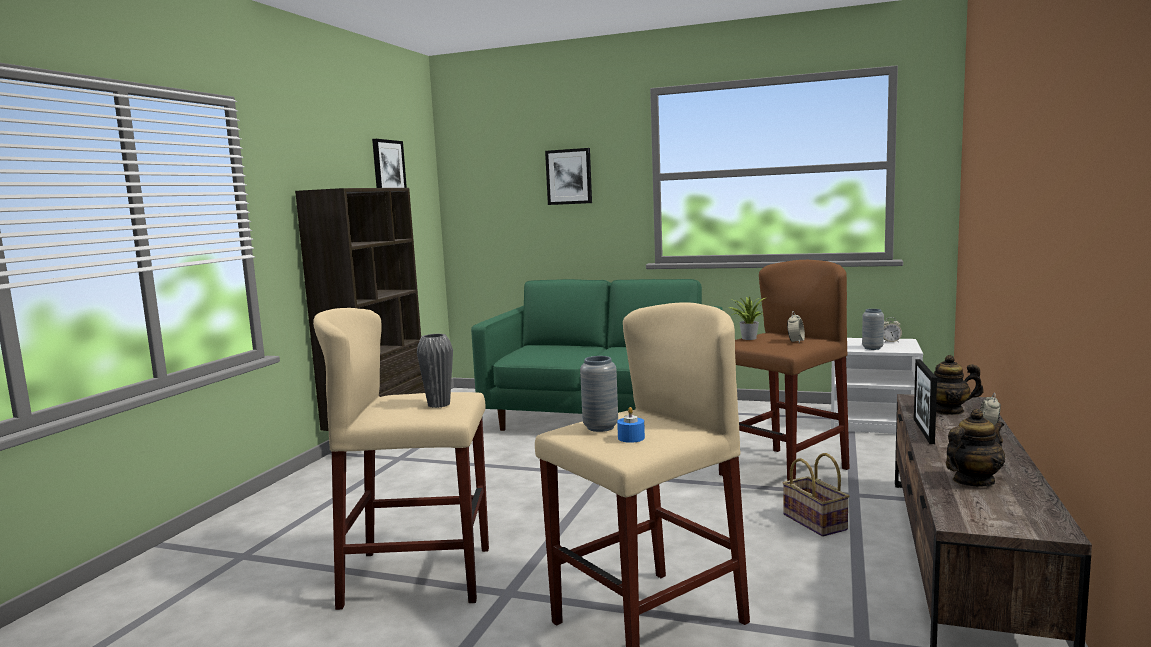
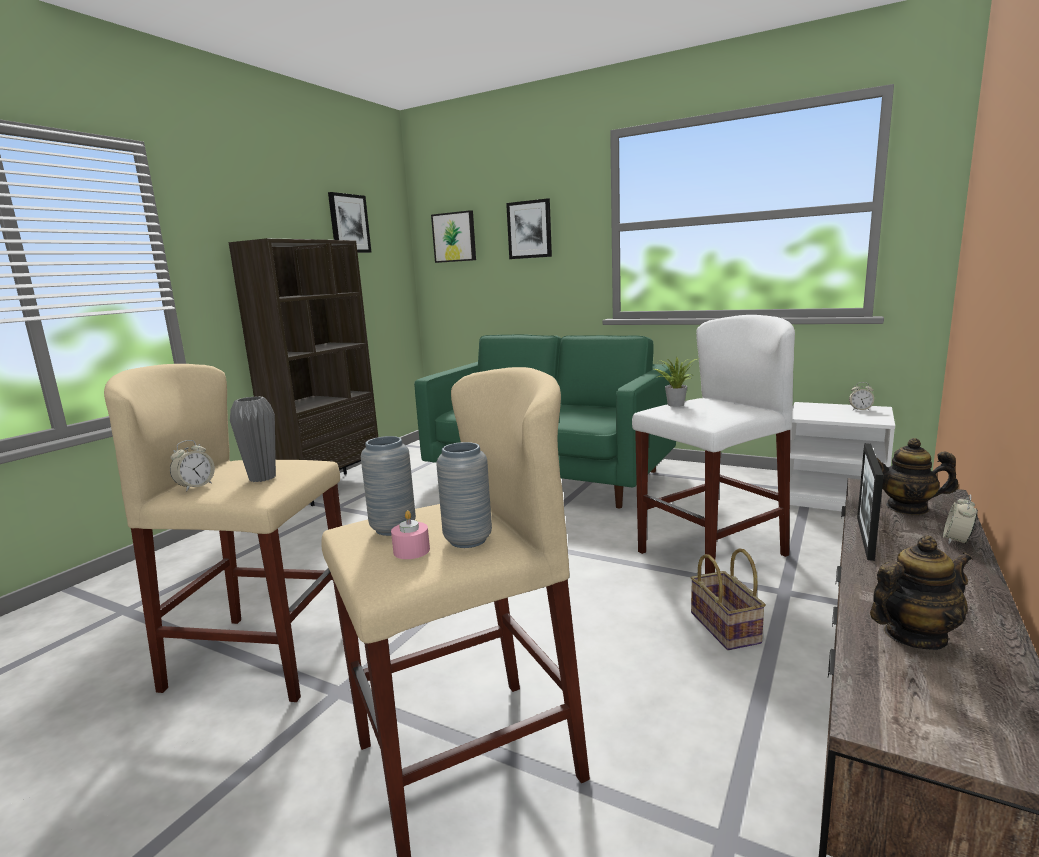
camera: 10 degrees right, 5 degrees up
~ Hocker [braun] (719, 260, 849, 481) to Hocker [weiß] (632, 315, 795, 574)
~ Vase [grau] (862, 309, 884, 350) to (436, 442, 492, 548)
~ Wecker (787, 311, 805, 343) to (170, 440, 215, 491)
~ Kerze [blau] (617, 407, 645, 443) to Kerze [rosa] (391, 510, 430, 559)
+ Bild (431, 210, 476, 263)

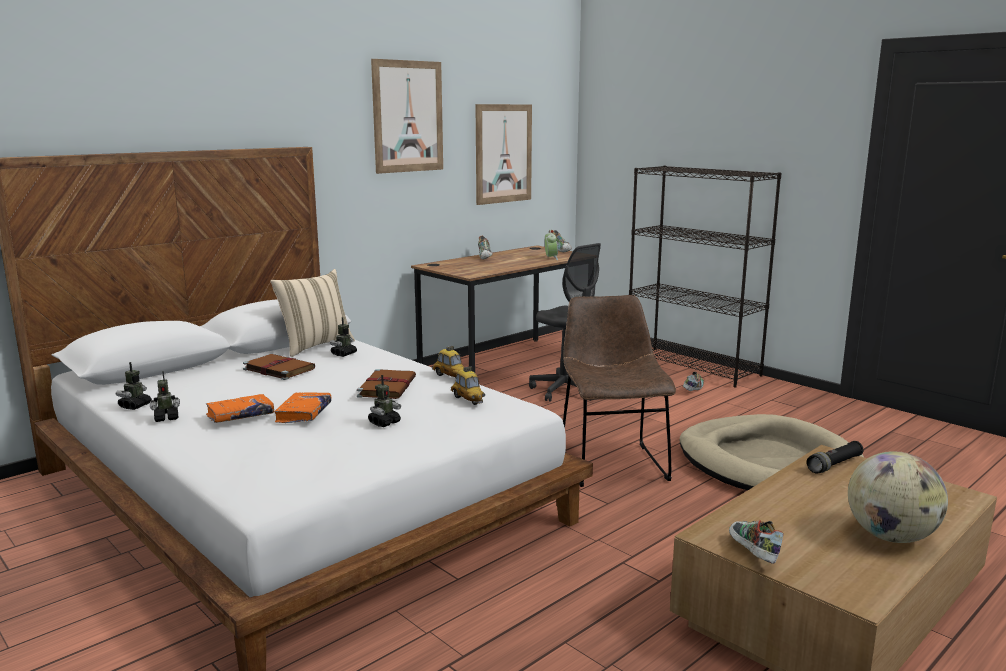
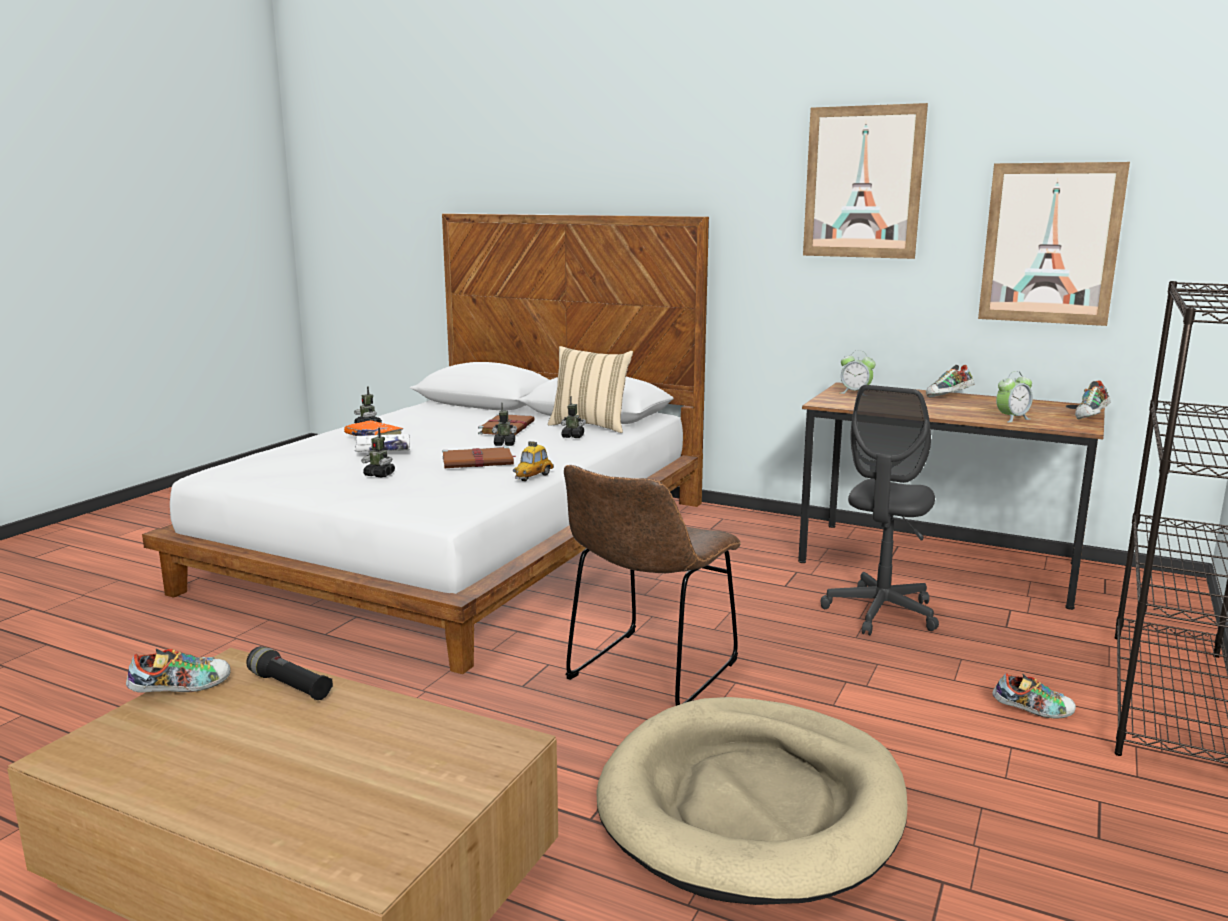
camera: 70 degrees right, 0 degrees up
~ Stuhl [braun] (563, 295, 676, 487) = (564, 465, 741, 706) 150 degrees clockwise
~ Spielzeugroboter (116, 362, 152, 410) to (492, 403, 517, 446)
- Spielzeugauto (451, 366, 485, 405)
~ Buch [orange] (274, 392, 332, 423) to Buch [weiß] (355, 434, 410, 452)
~ Taschenlampe [schwarz] (807, 441, 864, 474) to (246, 646, 333, 700)
- Globus (848, 451, 948, 543)
+ Wecker (841, 351, 876, 394)

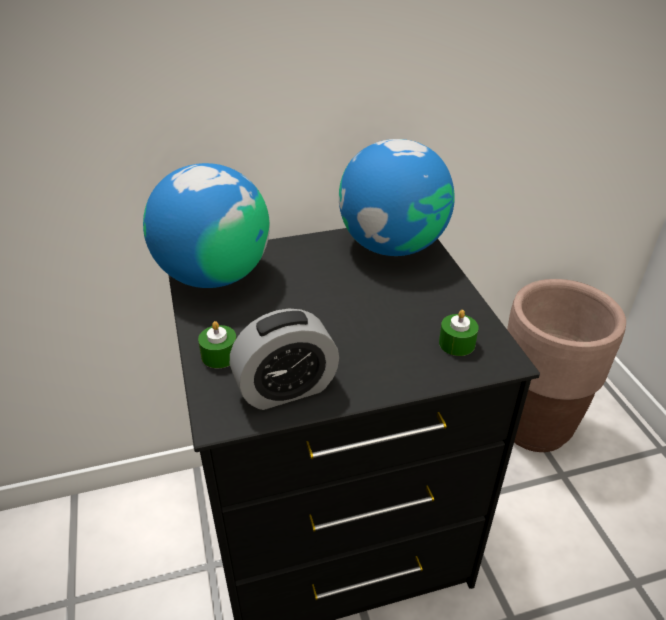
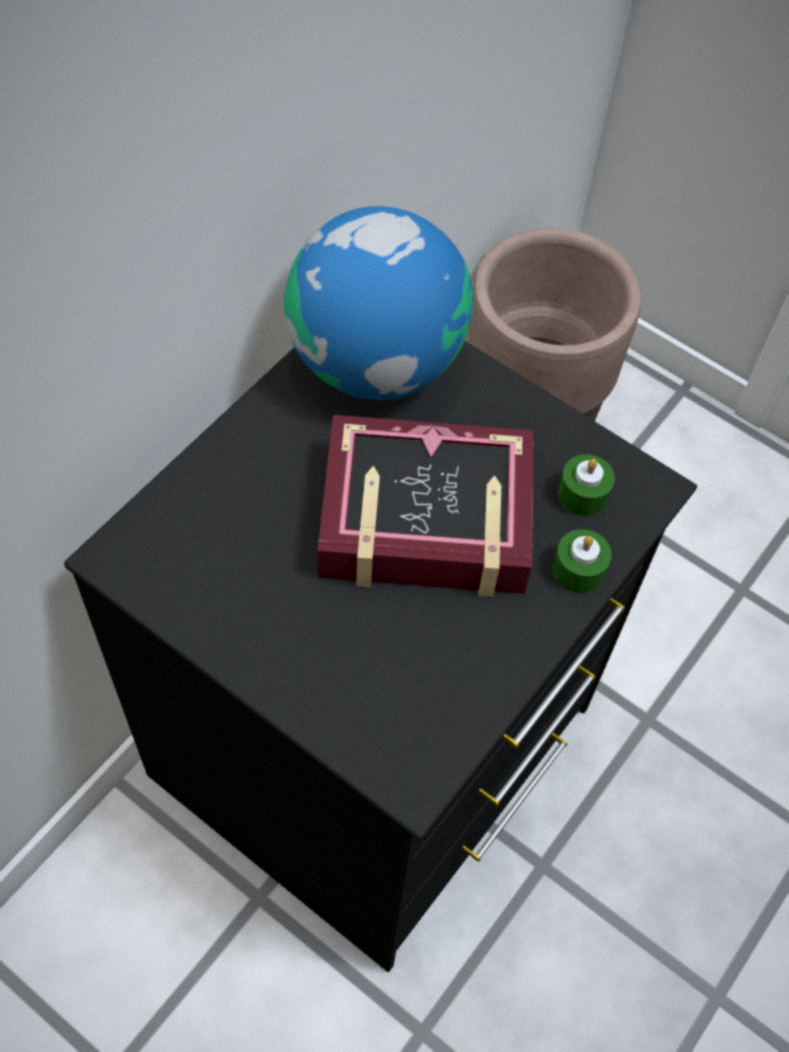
camera: 40 degrees left, 20 degrees up
- Globus (143, 163, 270, 288)
- Wecker (230, 309, 339, 410)
~ Kerze [grün] (198, 321, 236, 368) to (552, 529, 612, 593)
+ Buch (318, 415, 534, 597)

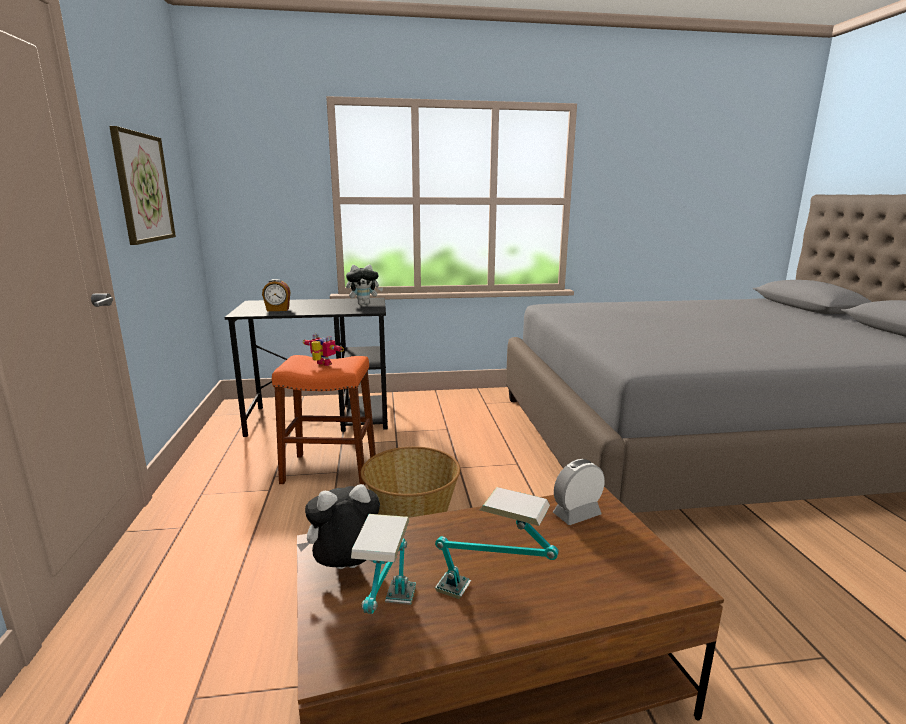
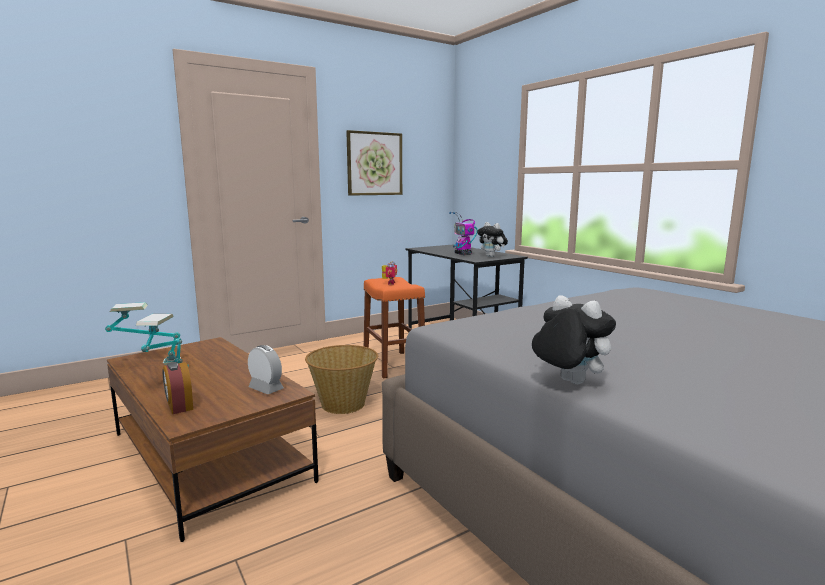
camera: 65 degrees right, 5 degrees down
~ Wecker (262, 279, 290, 311) to (162, 362, 193, 414)
~ Plüschtier (297, 484, 380, 569) to (532, 295, 616, 384)
+ Spielzeugroboter (449, 212, 478, 255)

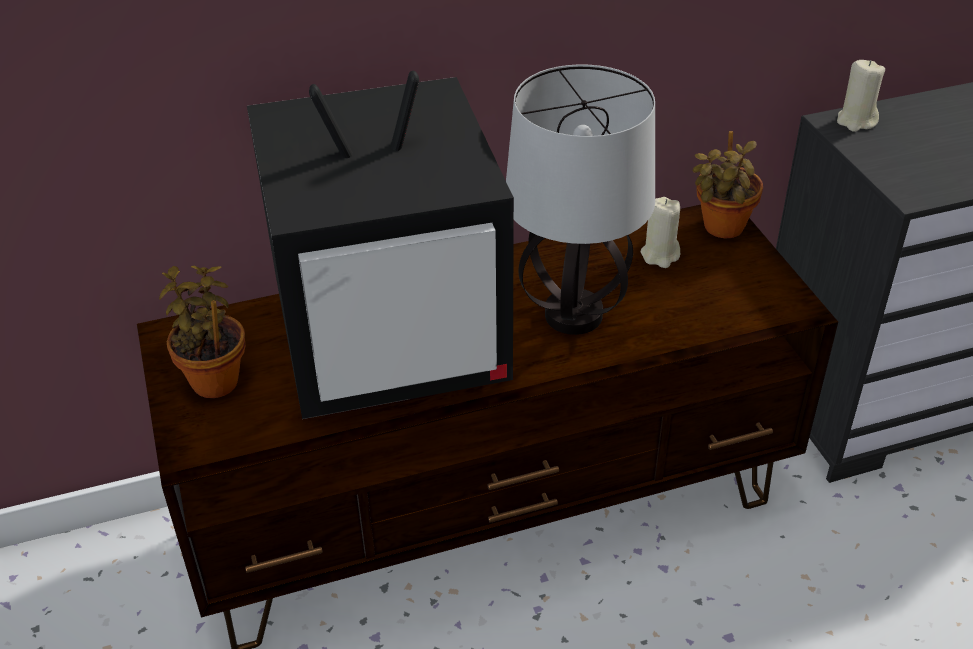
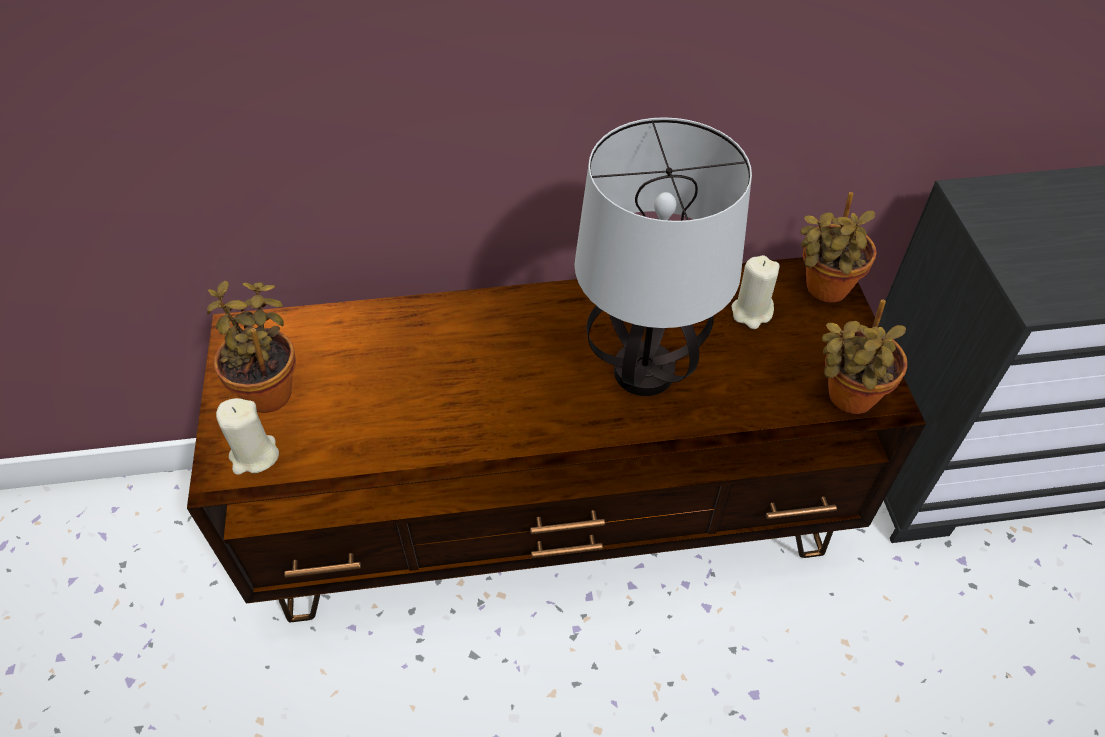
camera: 10 degrees right, 10 degrees up
~ Kerze [beige] (837, 60, 885, 132) to (216, 398, 279, 475)
- Fernseher (247, 71, 514, 419)
+ Topfpflanze (822, 299, 907, 414)

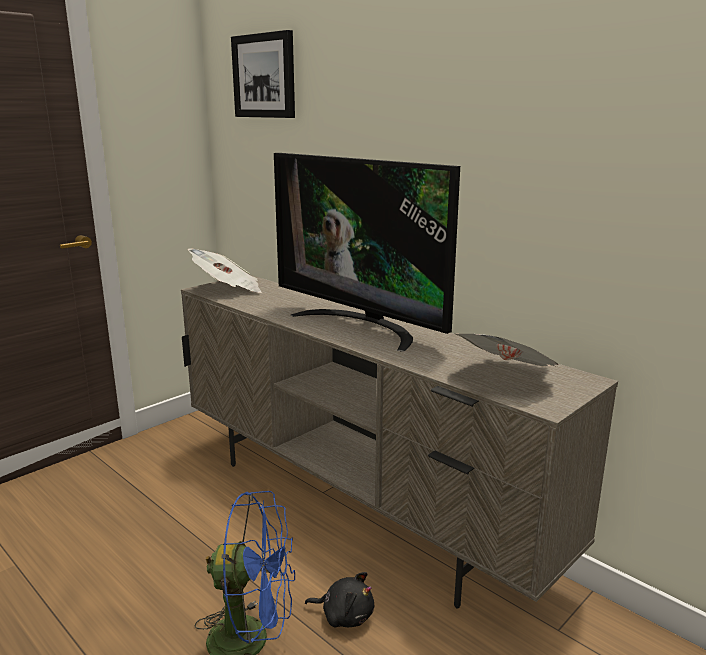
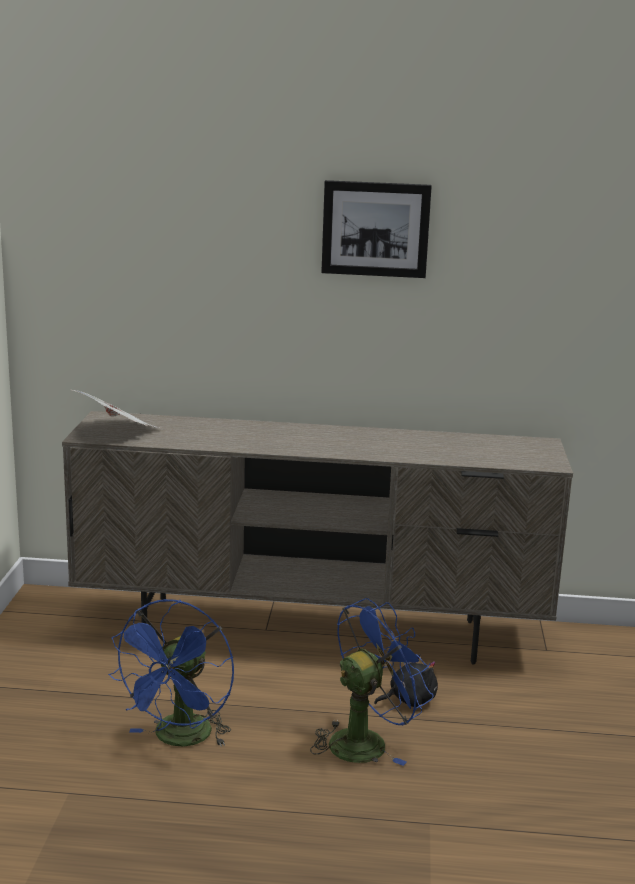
camera: 40 degrees left, 0 degrees up
~ Bild (231, 30, 295, 118) to (321, 180, 432, 278)
- Fernseher (274, 153, 460, 352)
- Zeitung (455, 334, 558, 367)
+ Ventilator [blau] (108, 599, 234, 747)

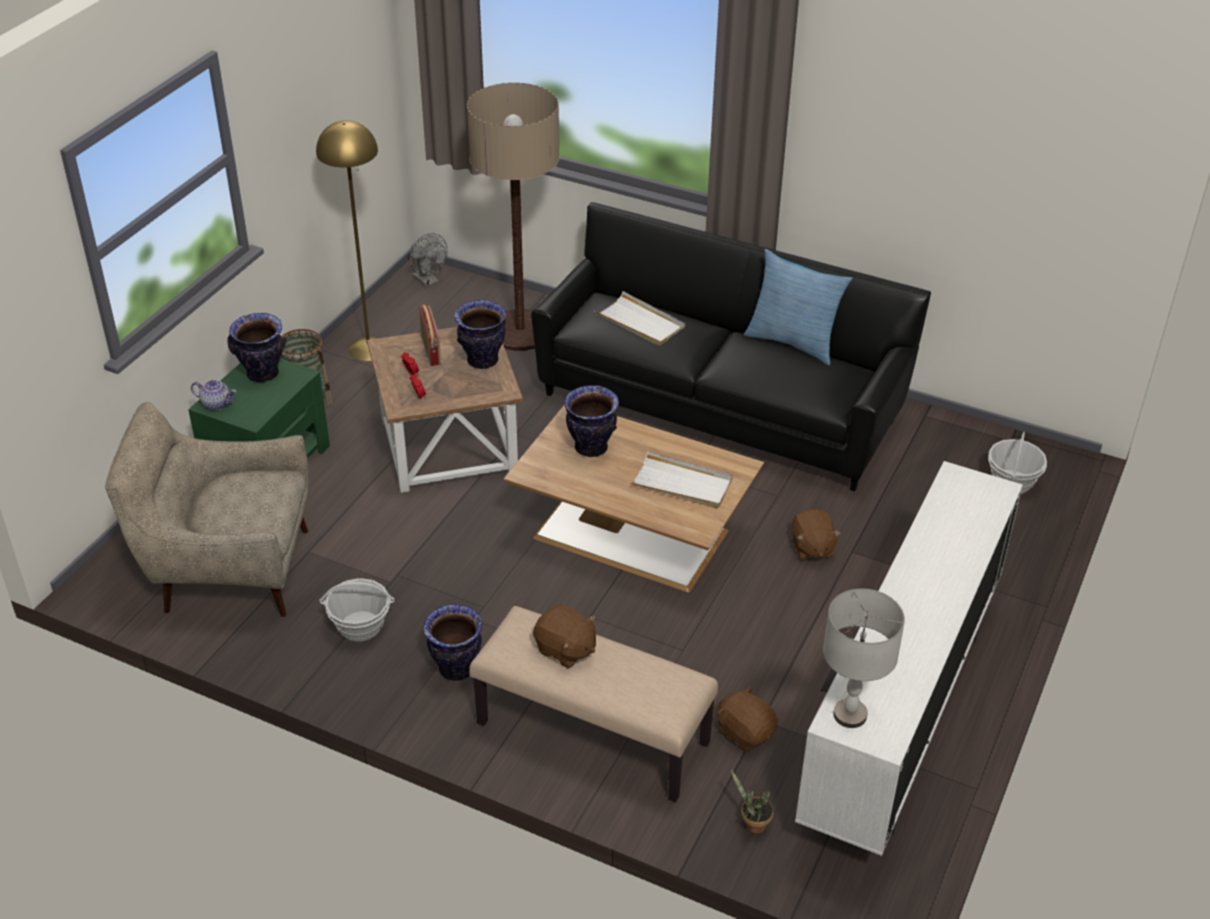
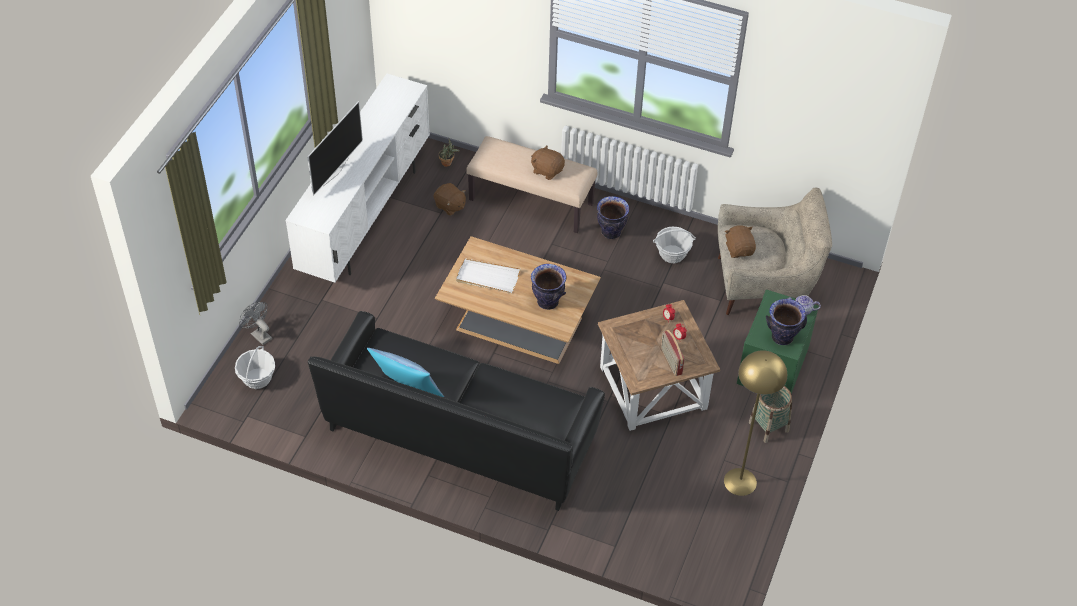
camera: 175 degrees right, 10 degrees up
- Stehlampe (467, 83, 560, 351)
~ Ventilator [grau] (410, 233, 447, 287) to (239, 302, 272, 345)
- Tablett [weiß] (594, 291, 685, 346)
- Vase (454, 300, 506, 369)
~ Plüschtier [braun] (791, 509, 841, 560) to (725, 225, 756, 258)
- Tischlampe [grau] (823, 589, 905, 728)
+ Fernseher (307, 101, 363, 196)

